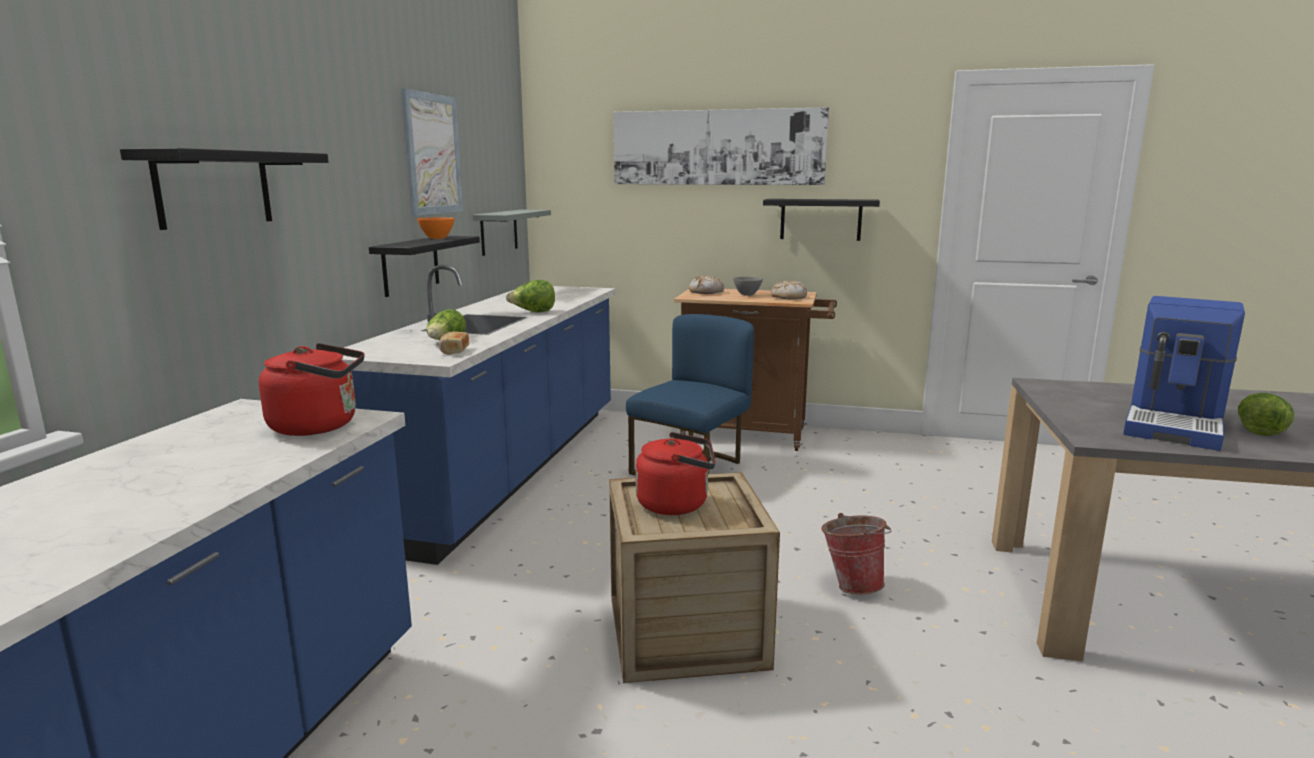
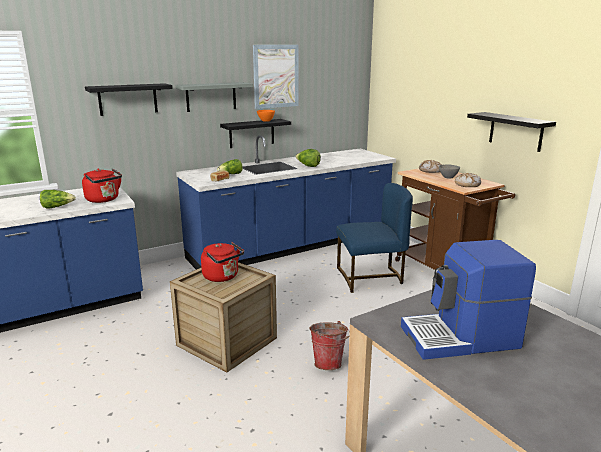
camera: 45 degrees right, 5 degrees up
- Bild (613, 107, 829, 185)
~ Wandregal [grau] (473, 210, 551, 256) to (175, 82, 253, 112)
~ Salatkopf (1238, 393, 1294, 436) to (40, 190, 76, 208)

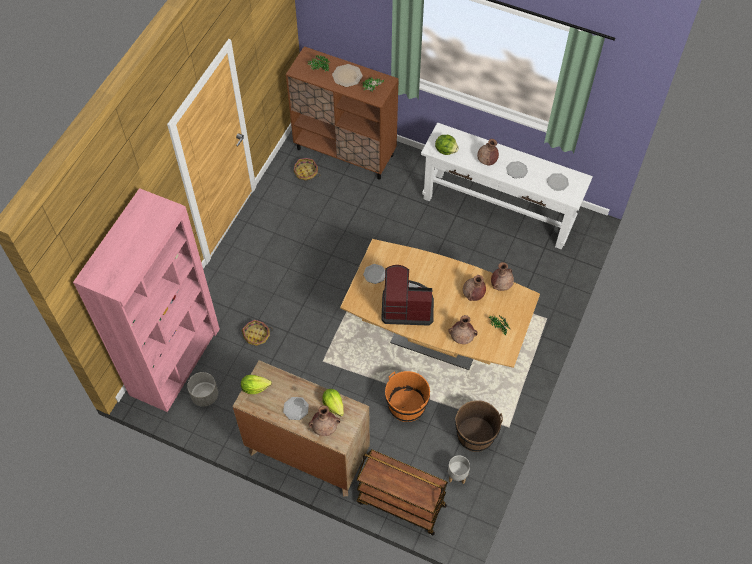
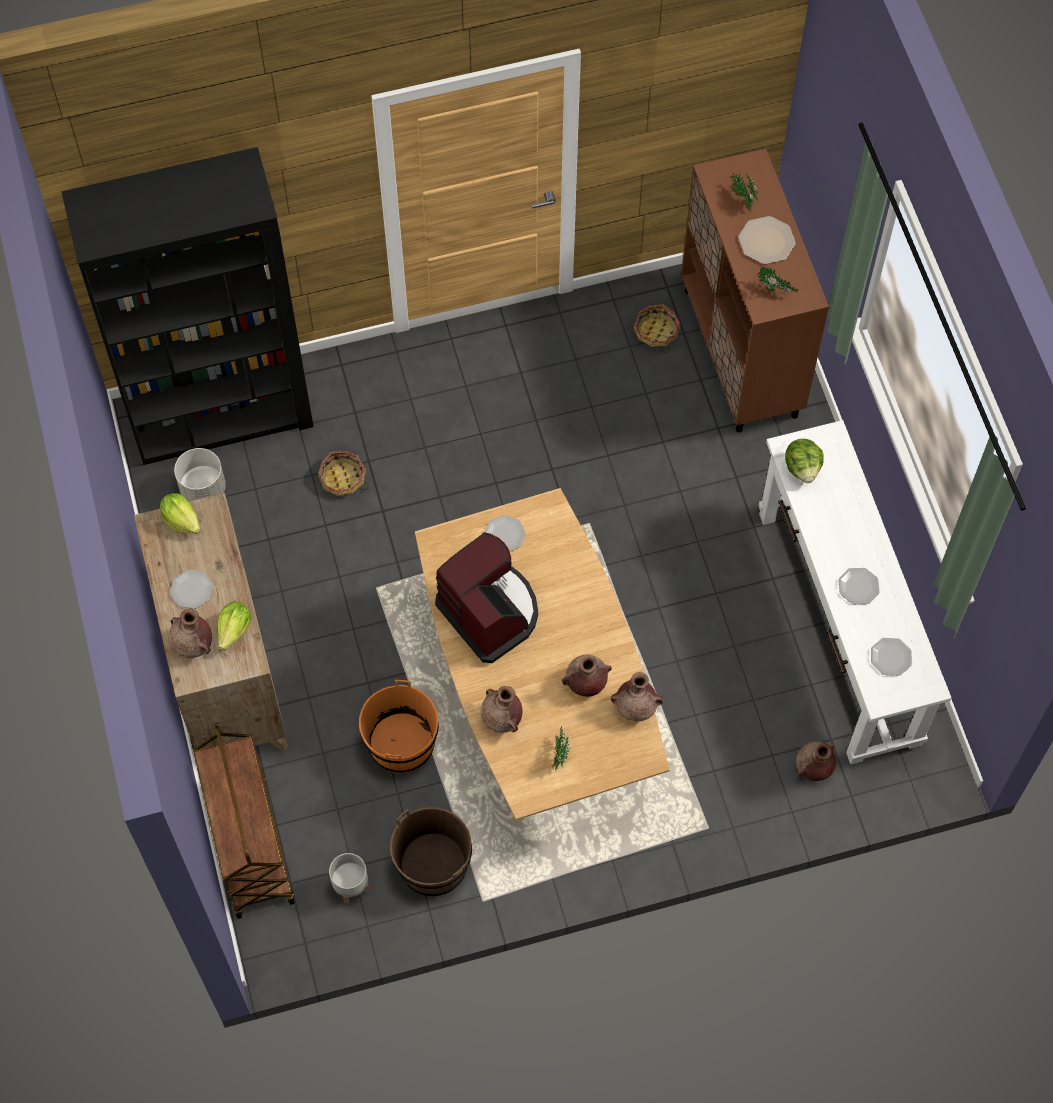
camera: 50 degrees right, 5 degrees up
~ Vase [braun] (477, 139, 499, 166) to (796, 741, 837, 781)
~ Bücherregal [rosa] (73, 188, 220, 412) to Bücherregal [schwarz] (61, 147, 314, 465)

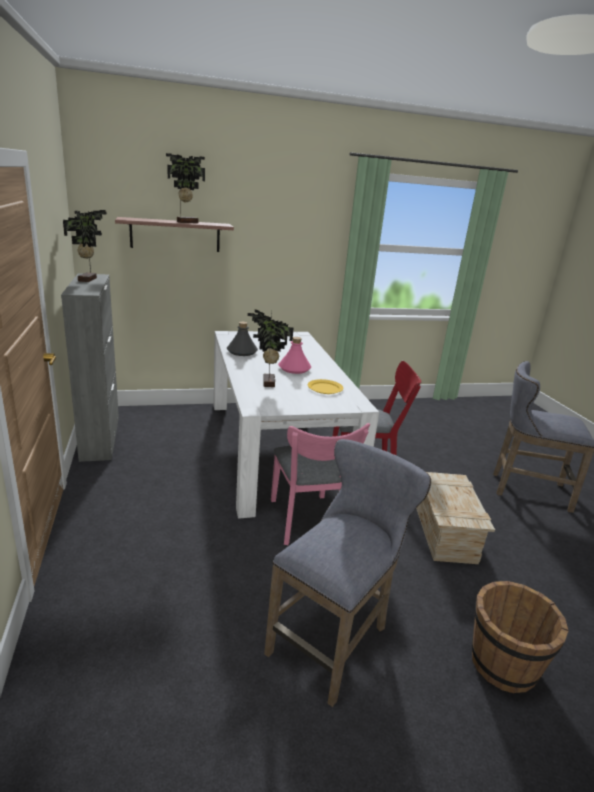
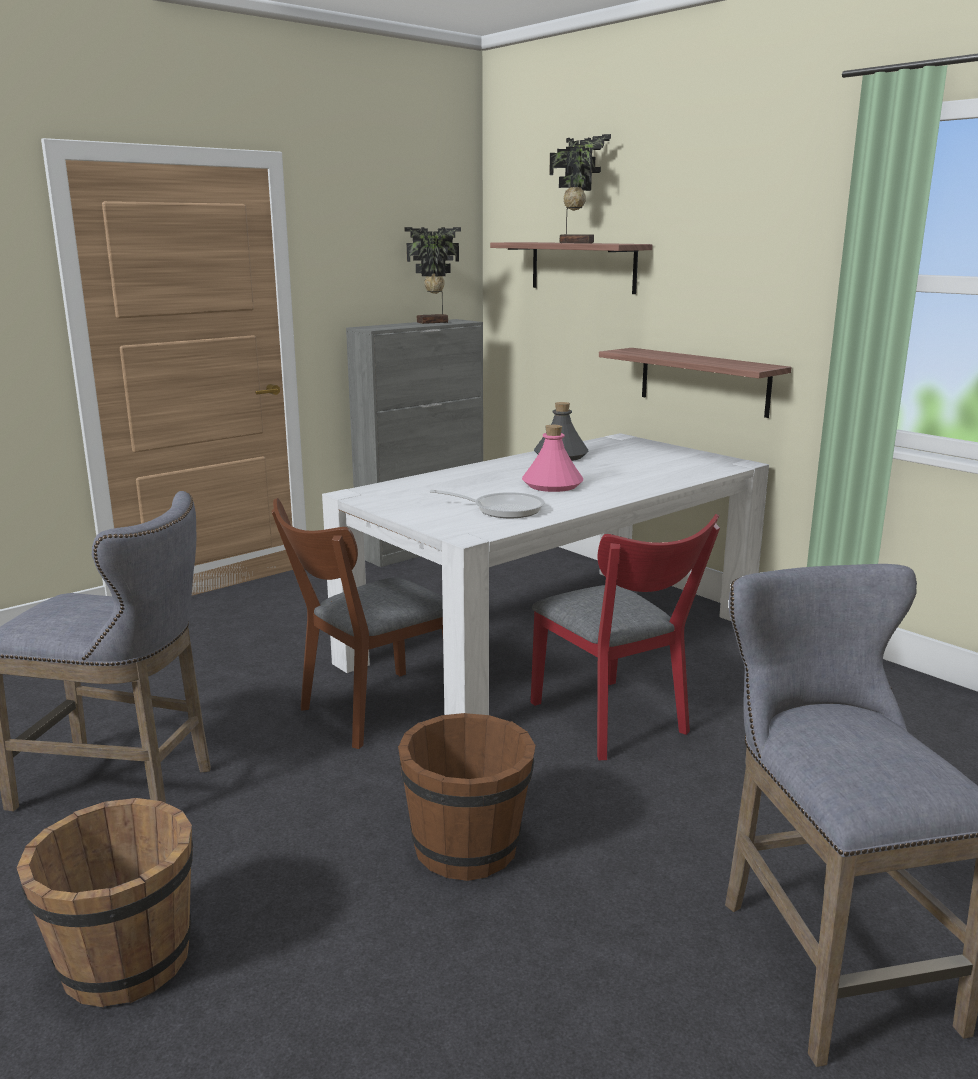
camera: 65 degrees right, 5 degrees down
- Topfpflanze (247, 309, 293, 387)
~ Teller [gelb] (308, 379, 343, 394) to Pfanne (430, 490, 545, 518)
~ Stuhl [rosa] (271, 423, 370, 545) to Stuhl [braun] (272, 498, 443, 749)
~ Kiste (416, 472, 495, 564) to Eimer [braun] (398, 713, 536, 881)
+ Wandregal (599, 348, 792, 418)

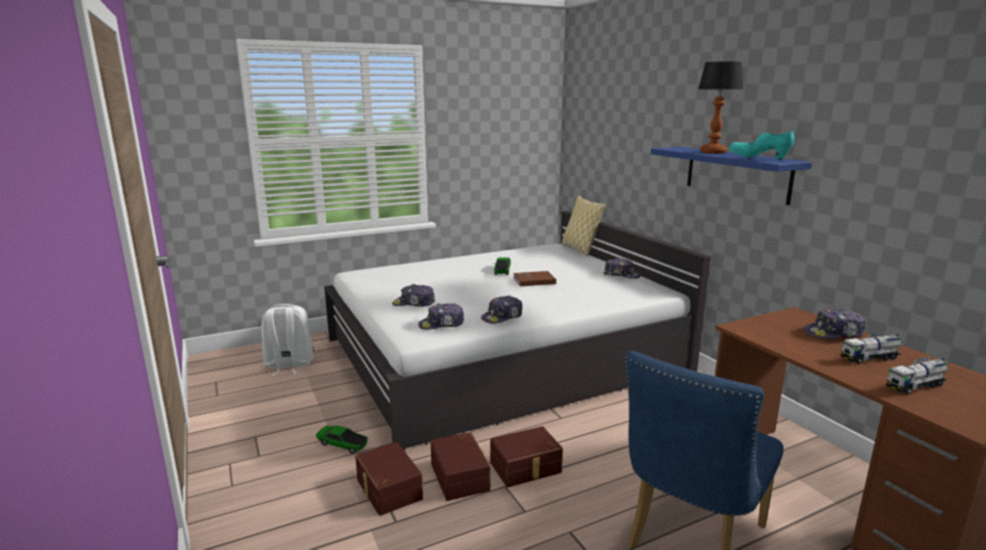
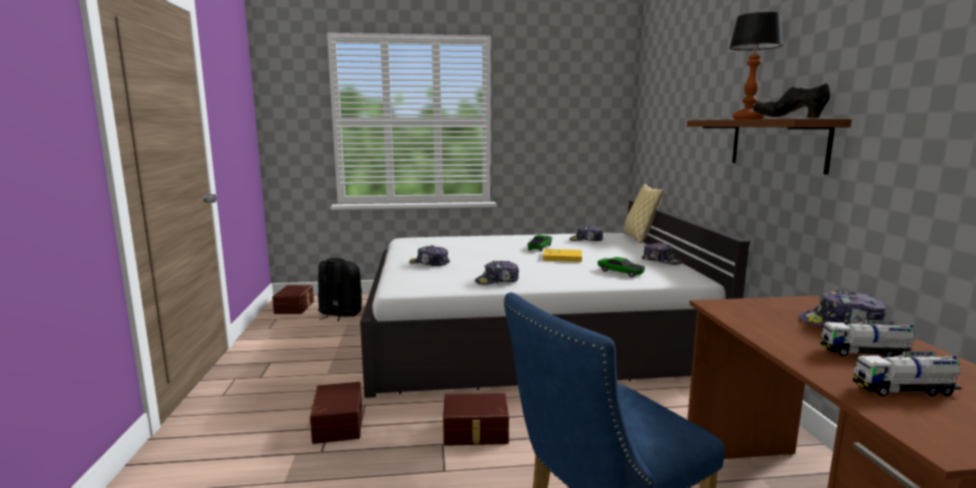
camera: 20 degrees right, 5 degrees down
~ Schuh [türkis] (729, 131, 794, 159) to Schuh [schwarz] (753, 83, 830, 119)
~ Wandregal [blau] (651, 147, 812, 205) to Wandregal [braun] (687, 119, 852, 174)
~ Buch [braun] (514, 271, 556, 286) to Buch [gelb] (543, 249, 582, 262)
~ Kappe (418, 303, 464, 330) to (569, 225, 603, 241)
~ Rucksack [weiß] (261, 304, 313, 376) to Rucksack [schwarz] (318, 258, 362, 321)
~ Spielzeugauto (316, 426, 368, 454) to (597, 257, 645, 277)
~ Aufbewahrungsbox [braun] (430, 432, 490, 501) to (272, 285, 314, 314)

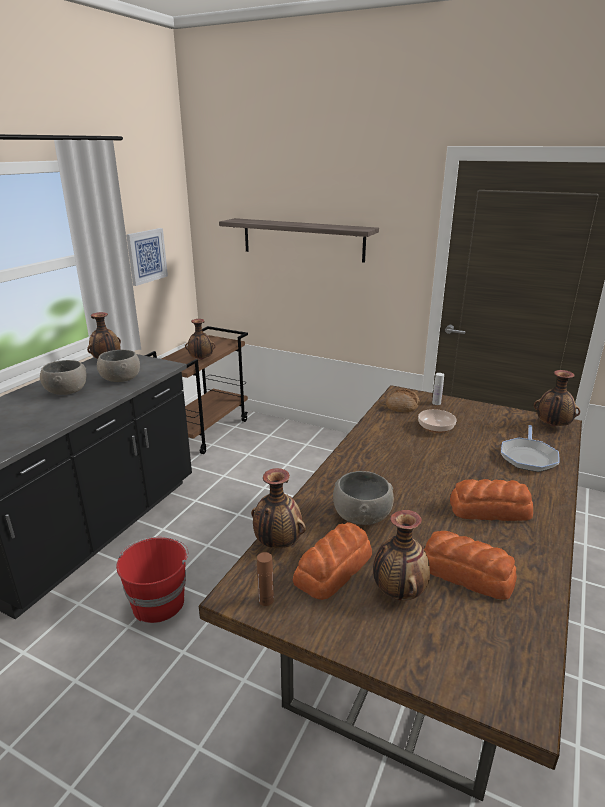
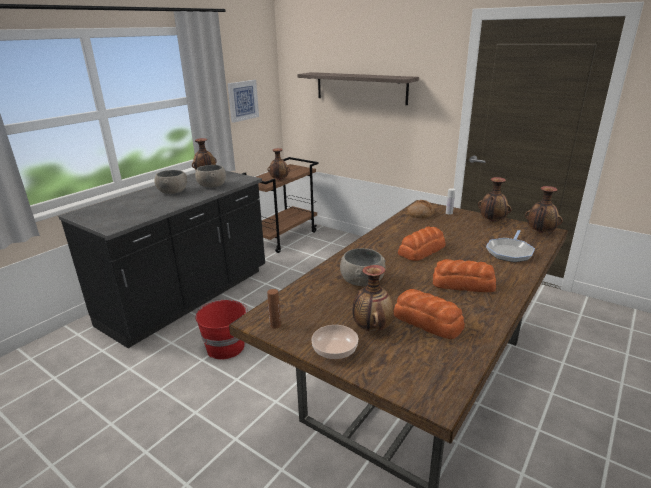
camera: 10 degrees right, 0 degrees up
~ Schüssel (418, 409, 457, 433) to (311, 325, 358, 360)
~ Vase (251, 468, 306, 548) to (478, 177, 511, 221)
~ Brot (293, 522, 372, 600) to (398, 226, 445, 261)

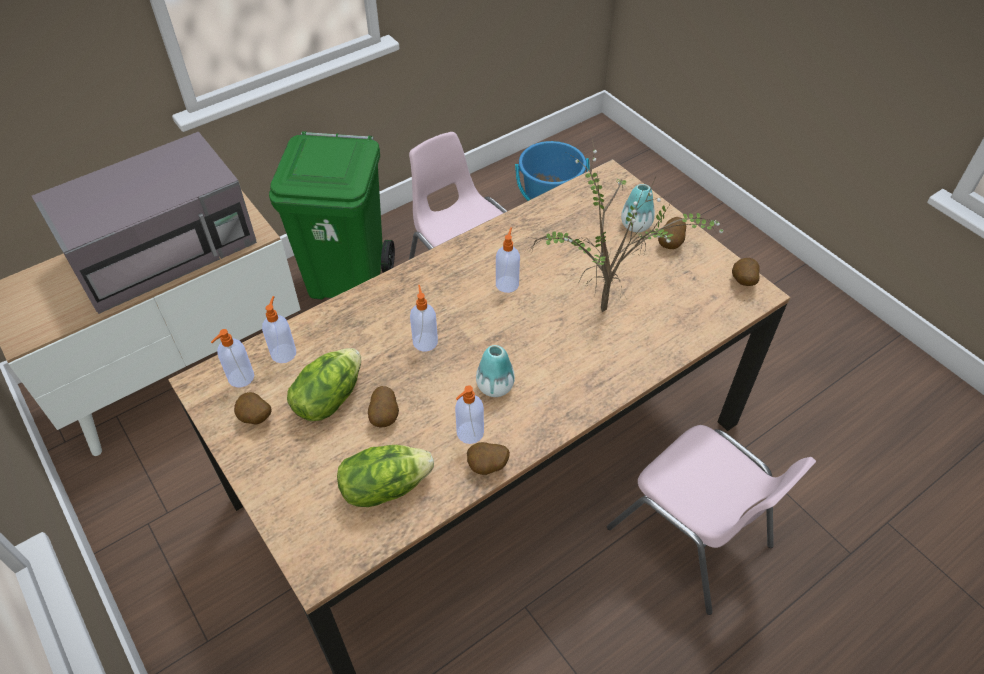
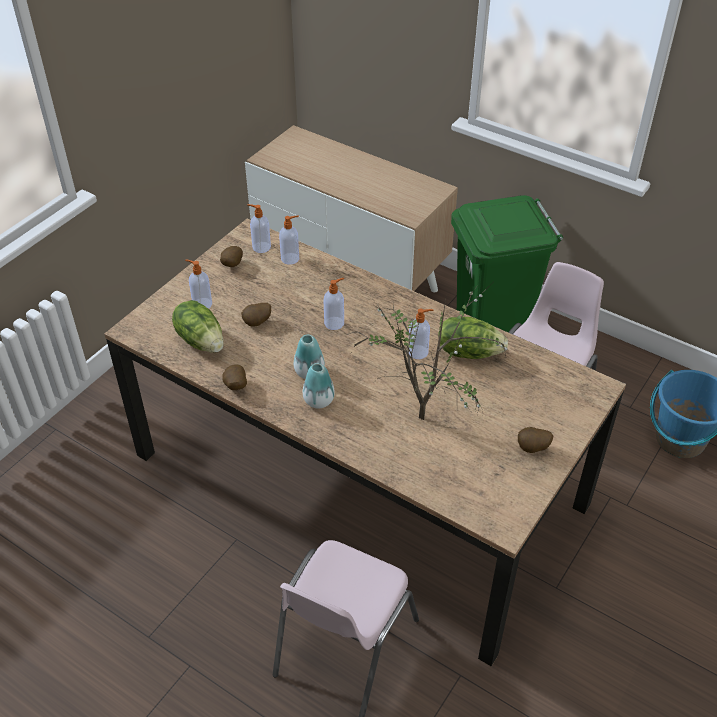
camera: 70 degrees right, 5 degrees down
- Mikrowelle [grau] (32, 132, 257, 314)
~ Vase (621, 184, 655, 232) to (303, 363, 335, 408)
- Kartoffel (732, 258, 760, 286)
~ Salatkopf (287, 348, 361, 421) to (438, 317, 508, 359)
~ Seifenspender (455, 385, 484, 444) to (185, 260, 212, 309)

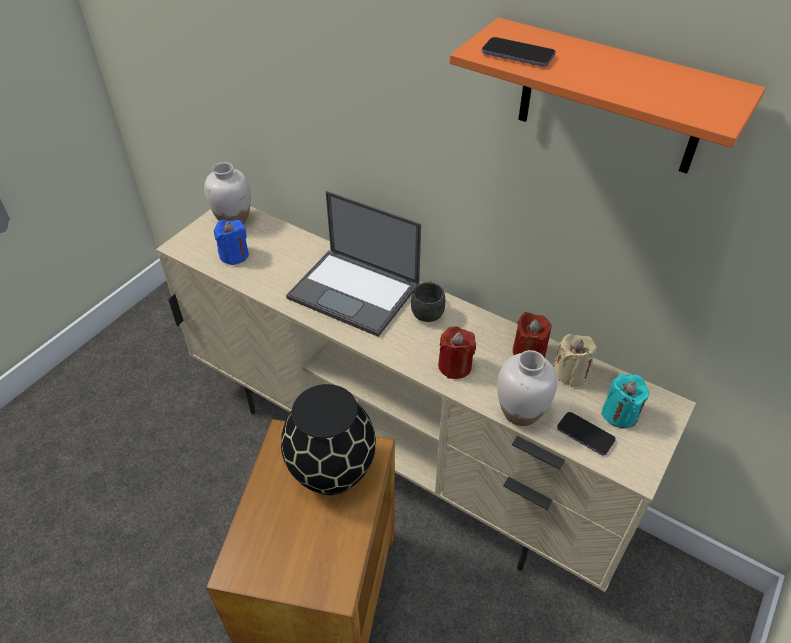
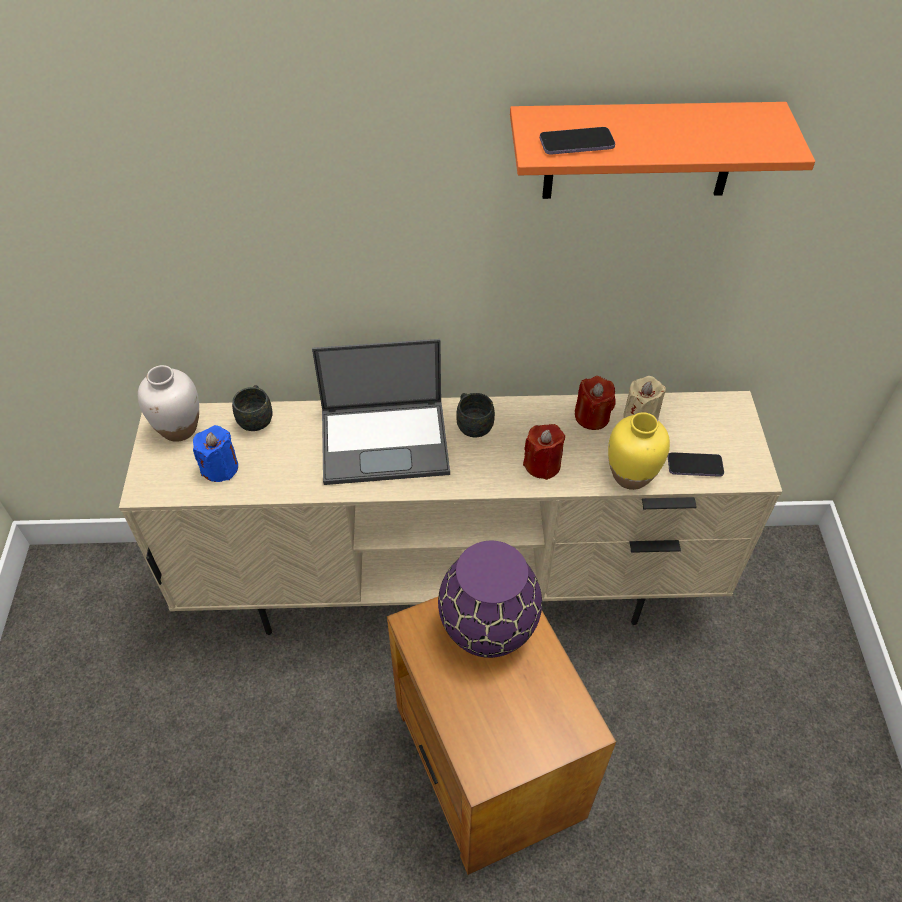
camera: 35 degrees left, 5 degrees up
~ Vase [weiß] (497, 350, 557, 426) to Vase [gelb] (608, 412, 670, 490)
- Kerze [türkis] (601, 374, 649, 428)
~ Vase [schwarz] (281, 384, 376, 495) to Vase [lila] (438, 541, 542, 658)
+ Henkelbecher [grau] (232, 385, 273, 431)

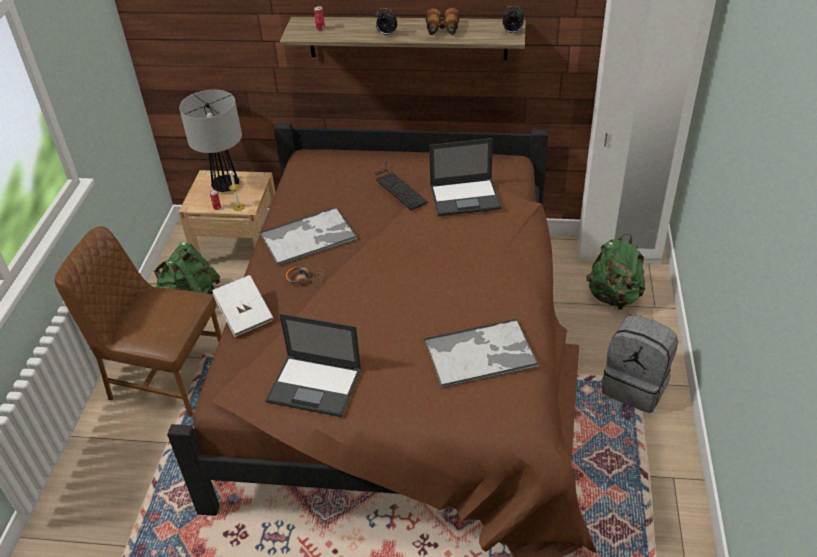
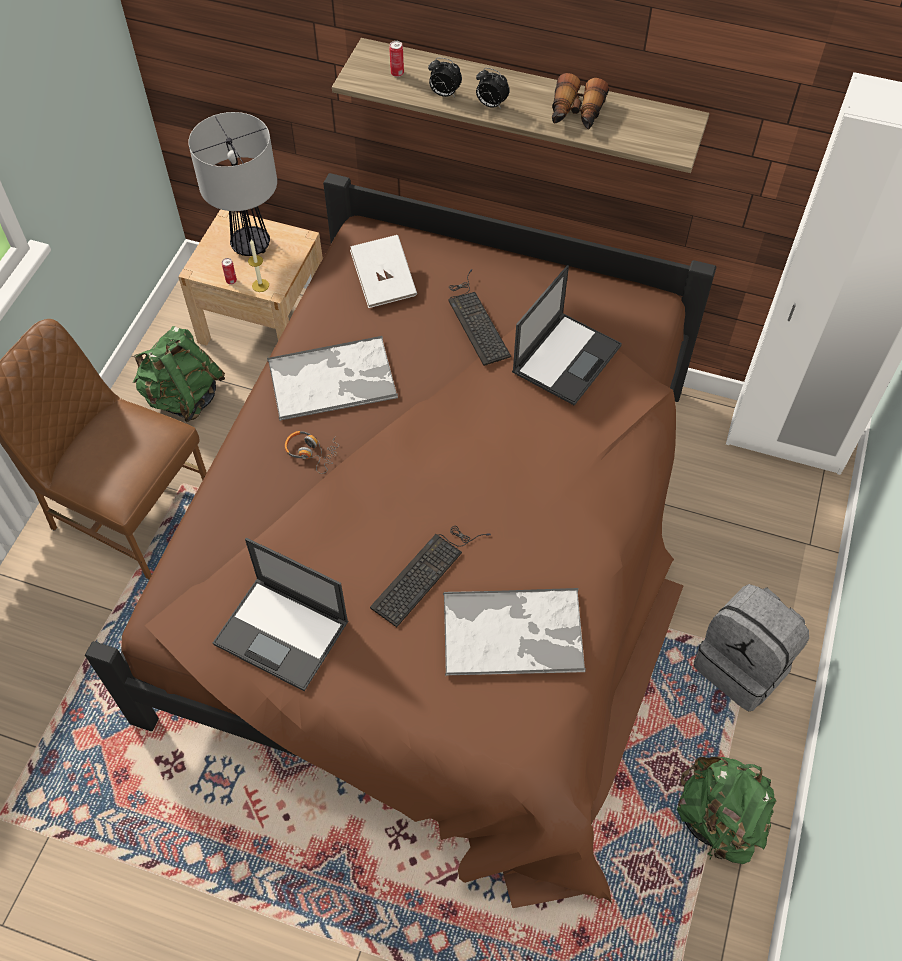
camera: 10 degrees right, 15 degrees up
~ Wecker (502, 6, 524, 33) to (428, 58, 462, 97)
~ Laptop (429, 138, 502, 217) = (512, 265, 622, 406) 60 degrees counterclockwise
~ Rucksack [grün] (586, 234, 645, 310) to (677, 757, 776, 864)
~ Buch [weiß] (212, 275, 274, 337) to (350, 235, 417, 308)
+ Tastatur (370, 526, 491, 627)

